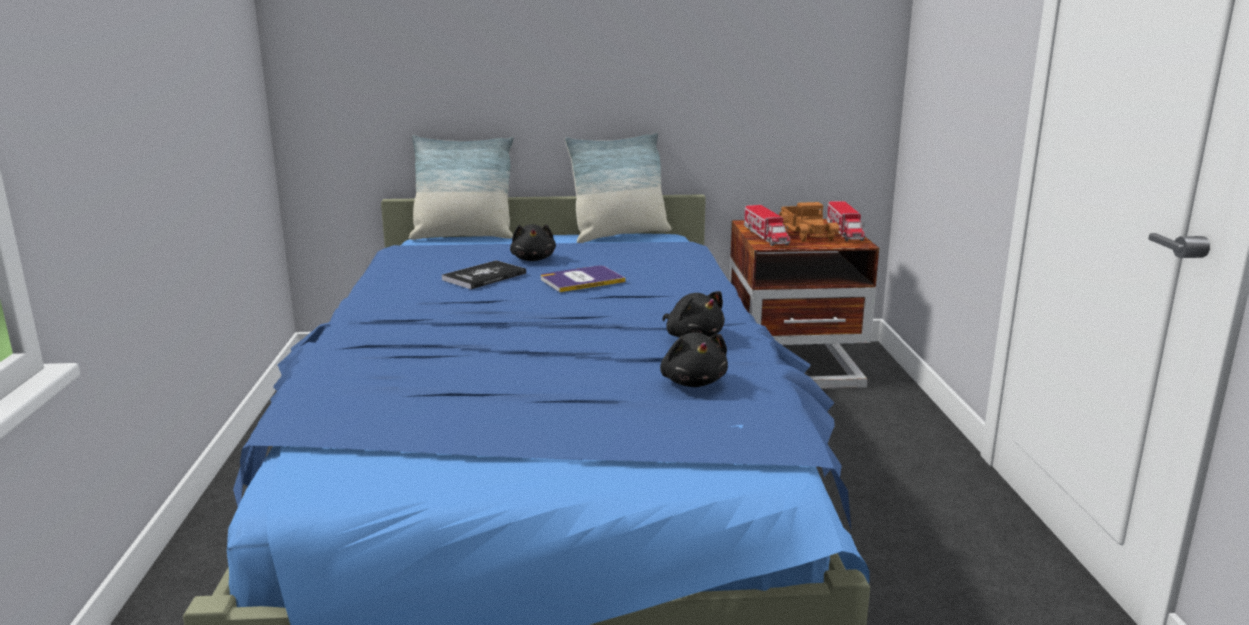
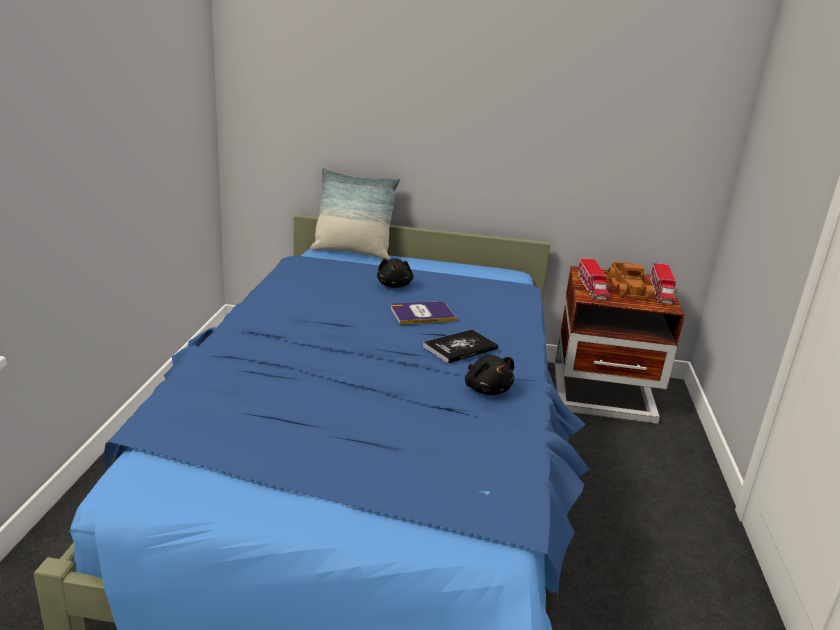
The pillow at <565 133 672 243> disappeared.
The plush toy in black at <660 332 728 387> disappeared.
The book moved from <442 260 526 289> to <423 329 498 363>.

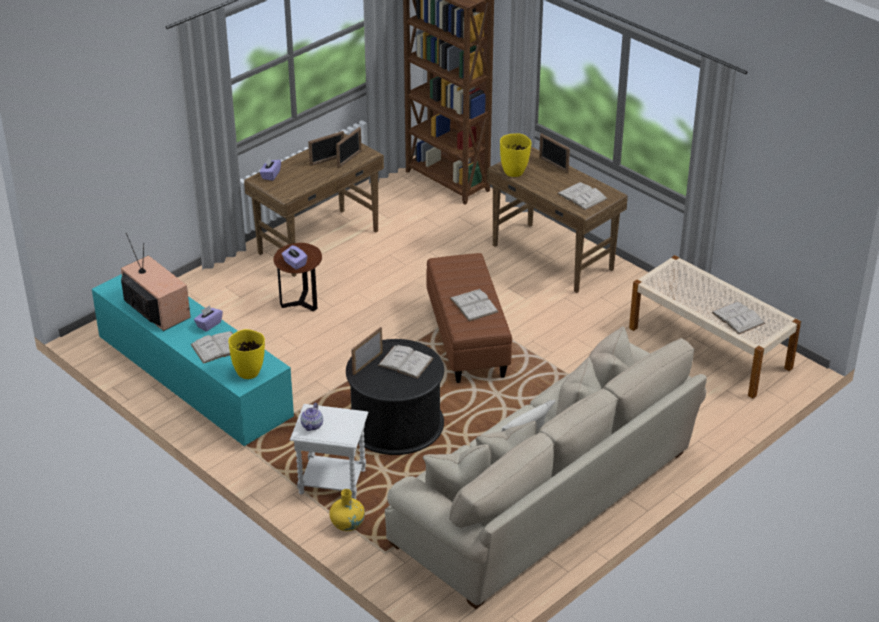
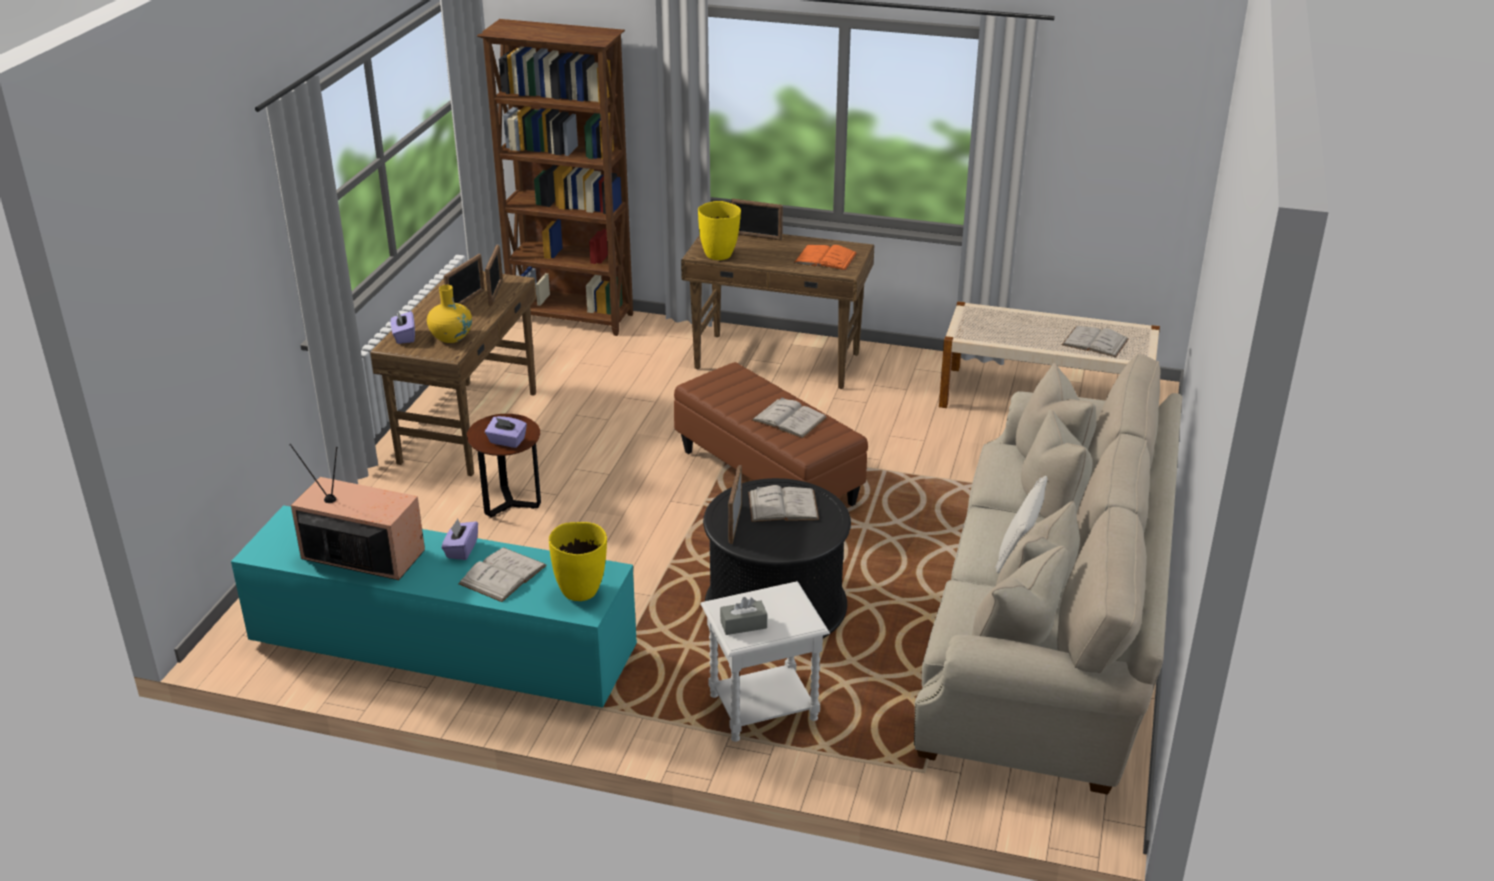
The vase in yellow moved from <330 489 365 531> to <427 285 472 343>.
The teapot at <301 403 323 431> was replaced by the tissue box in grey at <720 597 767 635>.
The book in white at <557 182 607 210> became the book in orange at <794 245 857 271>.

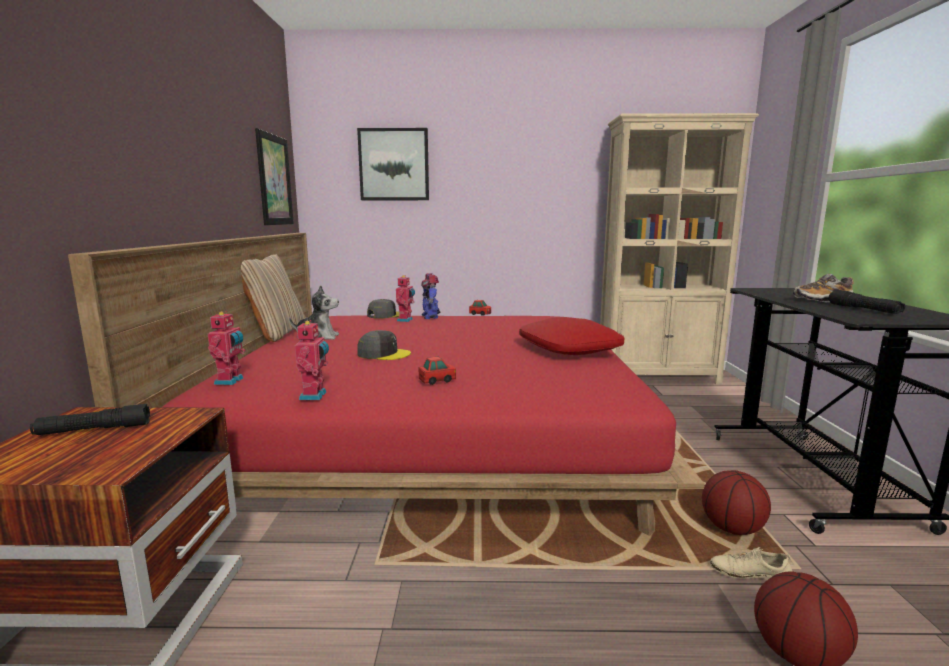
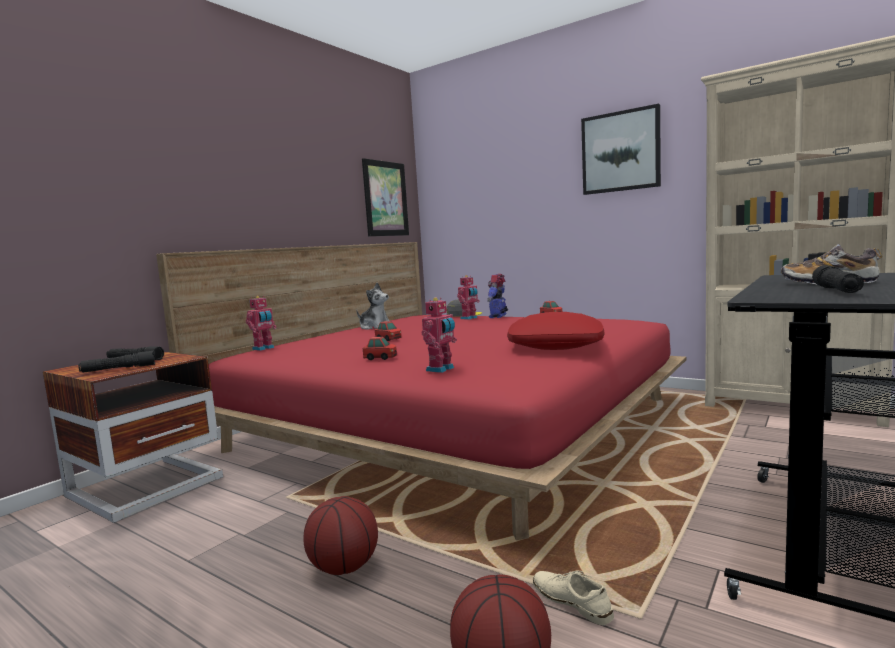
The pillow in beige at <241 254 306 342> disappeared.
The flashlight in black at <78 351 155 373> appeared.
The toy robot moved from <295 320 329 400> to <422 297 457 373>.
The picture moved from <357 128 429 200> to <581 104 661 195>.
The basketball moved from <702 470 771 535> to <303 496 378 575>.
The cap in grey at <357 330 411 360> was replaced by the toy car at <375 321 402 341>.

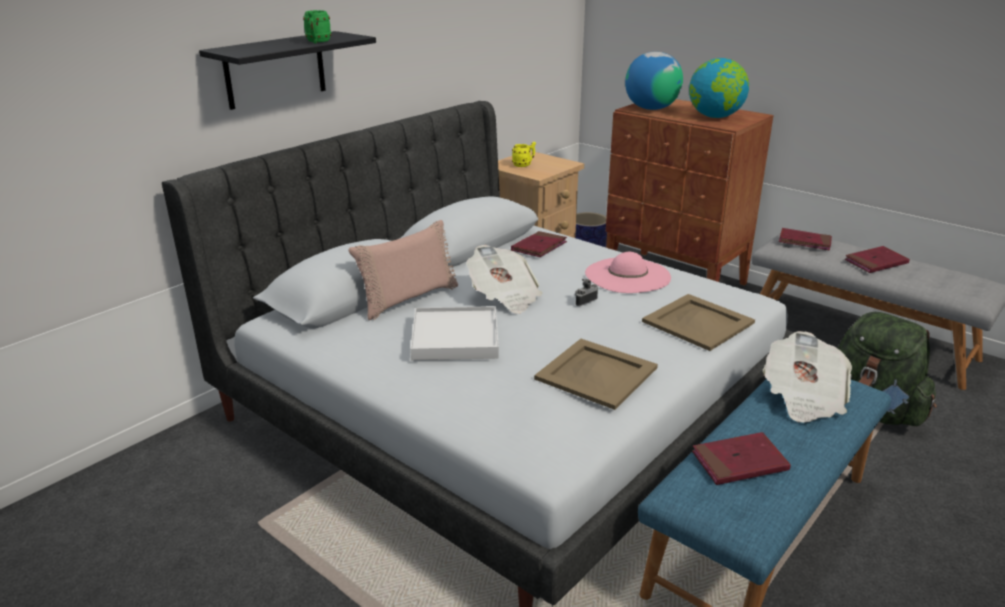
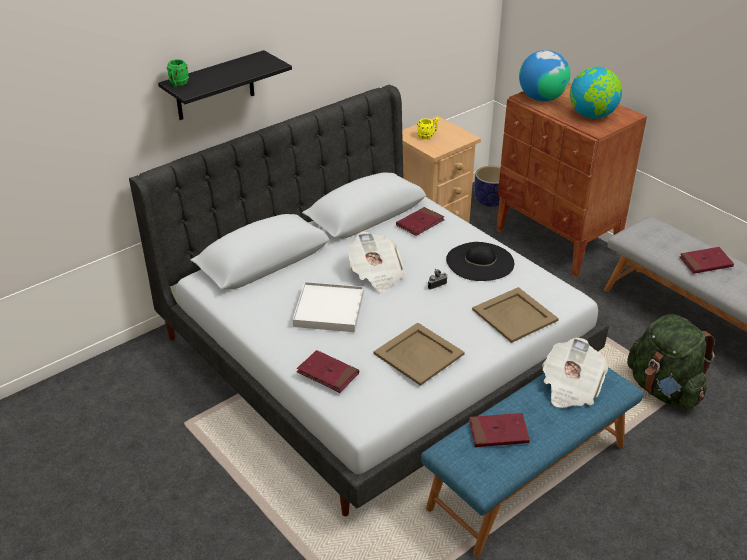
The pillow in beige at <348 220 458 320> disappeared.
The mug in green moved from <303 10 331 44> to <167 59 189 88>.
The book in red moved from <779 228 832 251> to <297 350 359 393>.
The hat in pink at <585 252 671 293> became the hat in black at <446 242 514 281>.

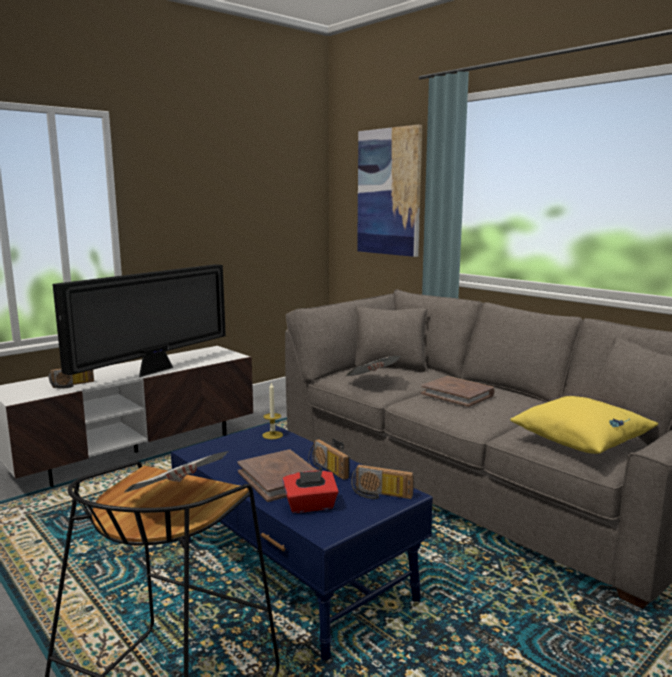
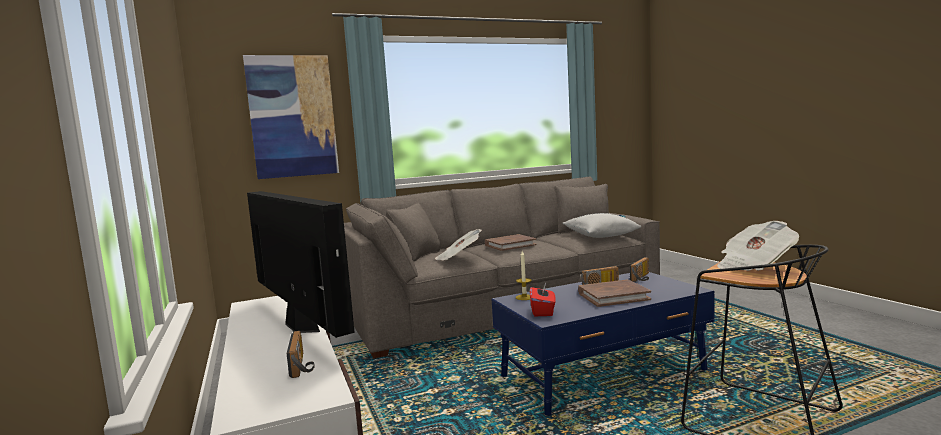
The tissue box in red moved from <282 471 339 513> to <530 282 556 316>.
The pillow in yellow at <510 396 658 454> became the pillow in grey at <563 213 641 238>.

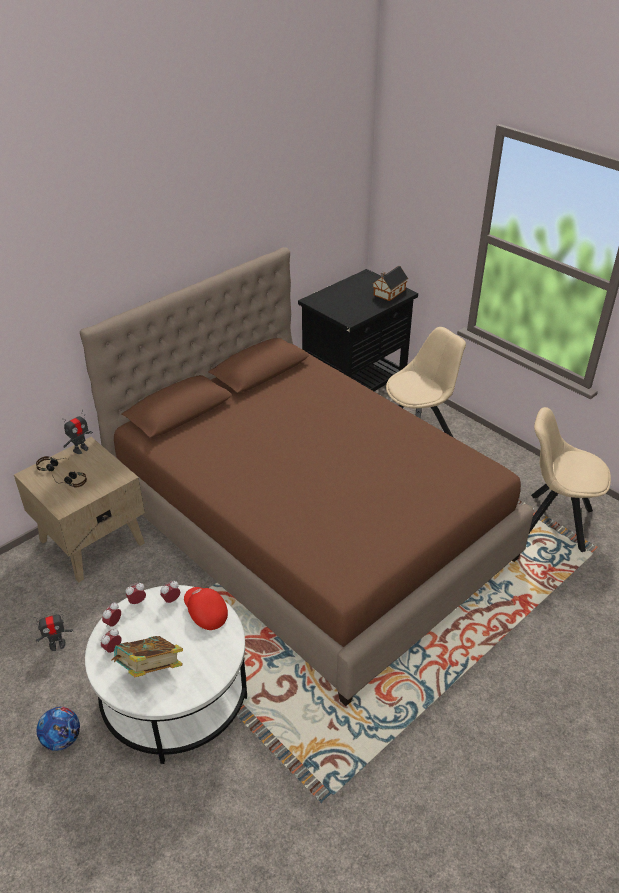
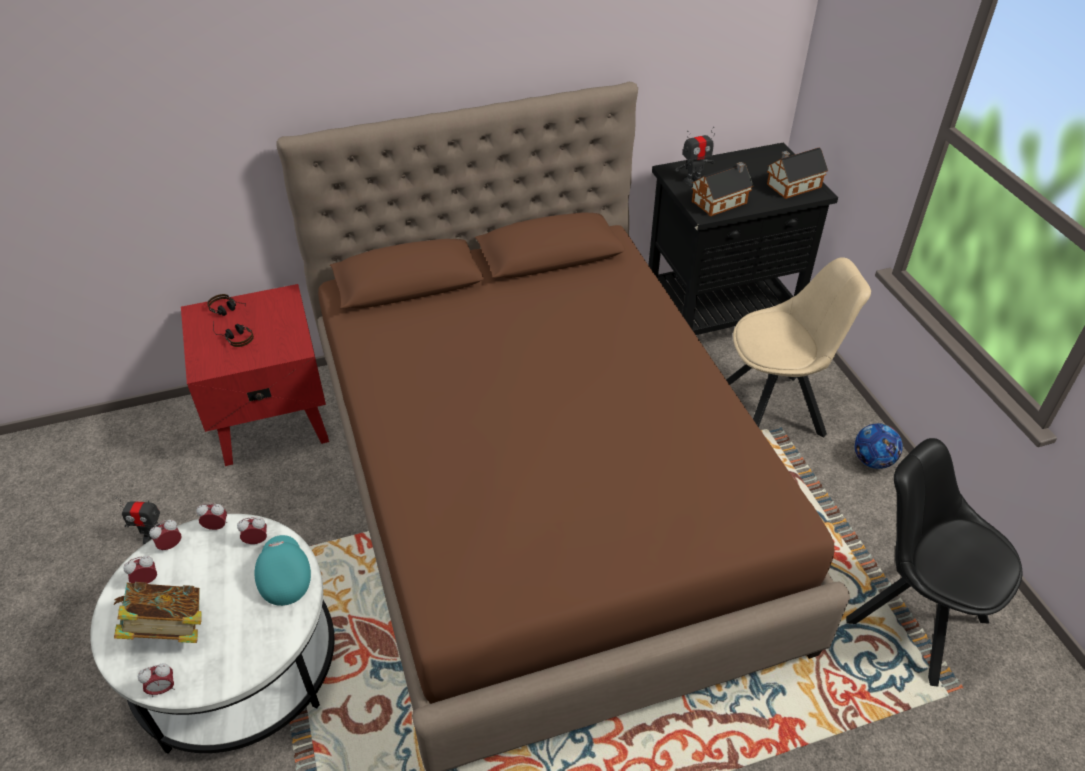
The alarm clock at <138 663 175 697> appeared.
The toy house at <692 162 754 217> appeared.
The football moved from <37 707 80 751> to <854 423 903 469>.
The toy robot moved from <63 410 93 454> to <675 127 715 186>.
The nightstand in beige at <14 437 145 582> became the nightstand in red at <181 284 329 466>.
The cap in red at <184 587 228 630> became the cap in turquoise at <254 535 311 606>.
The chair in beige at <529 407 611 552> became the chair in black at <846 438 1022 687>.

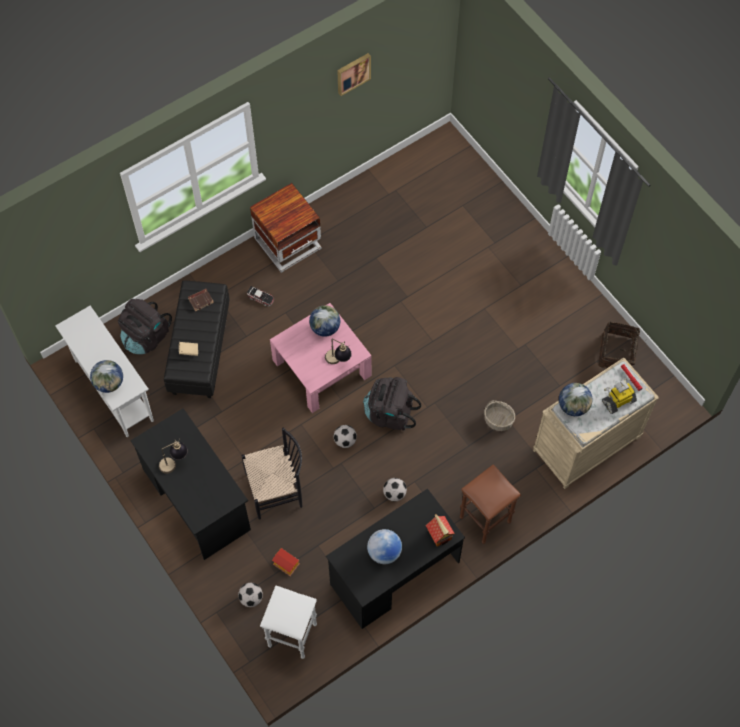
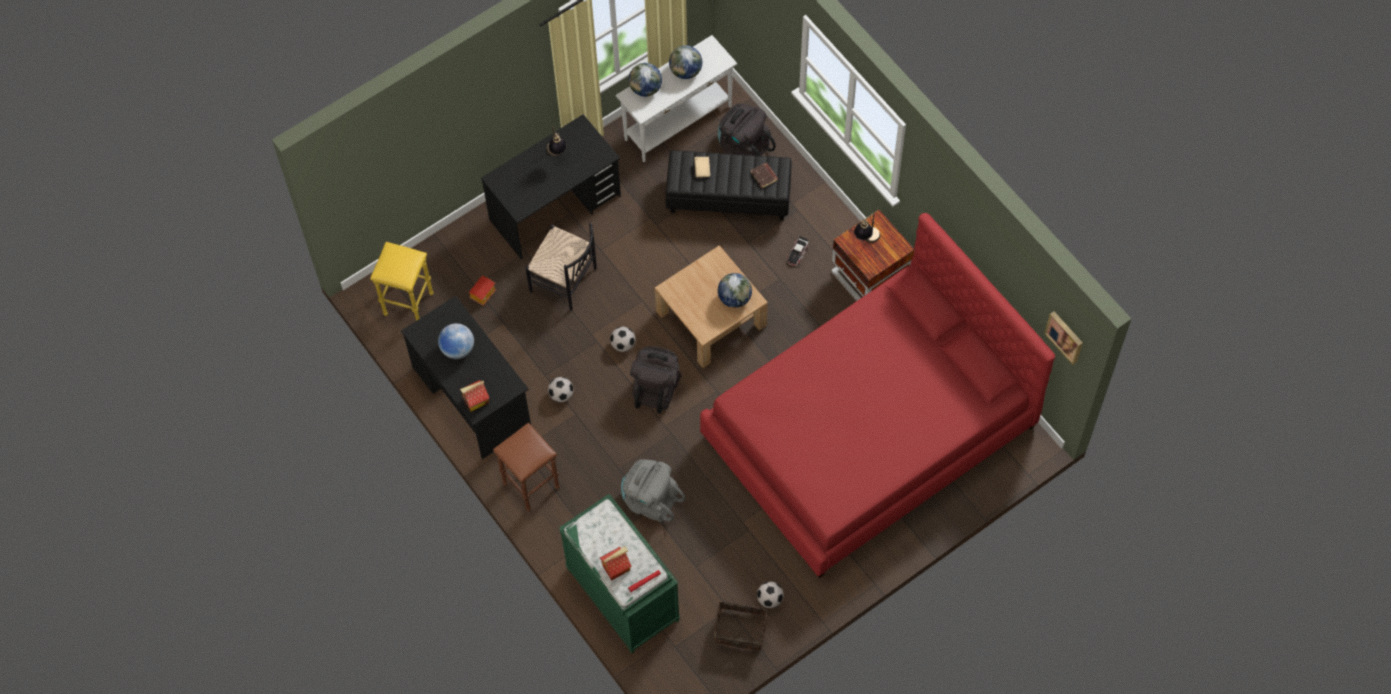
The bed in red at <700 213 1055 578> appeared.
The football moved from <238 583 263 607> to <757 581 784 608>.
The table lamp moved from <325 339 352 364> to <854 213 880 243>.
The picture moved from <337 53 371 96> to <1044 311 1083 365>.
The globe moved from <559 383 593 416> to <669 45 702 79>.
The basket at <484 400 515 431> was replaced by the backpack in grey at <621 459 685 522>.
The toy robot at <602 378 637 414> was replaced by the toy house at <600 546 632 580>.
The stool in white at <260 586 317 659> became the stool in yellow at <370 242 434 321>.
The coffee table in pink at <270 303 371 413> became the coffee table in brown at <655 245 768 368>.
The dresser in beige at <533 358 659 489> became the dresser in green at <559 494 680 653>.
The chair in black at <242 428 302 520> turned 45 degrees counterclockwise.

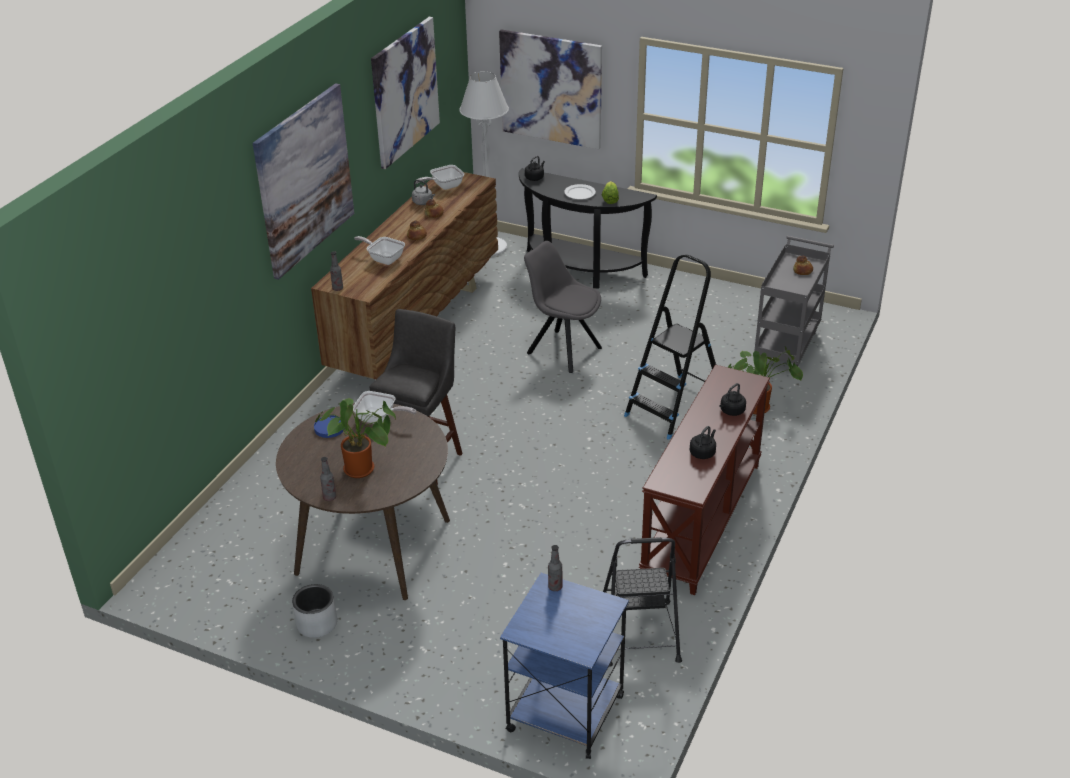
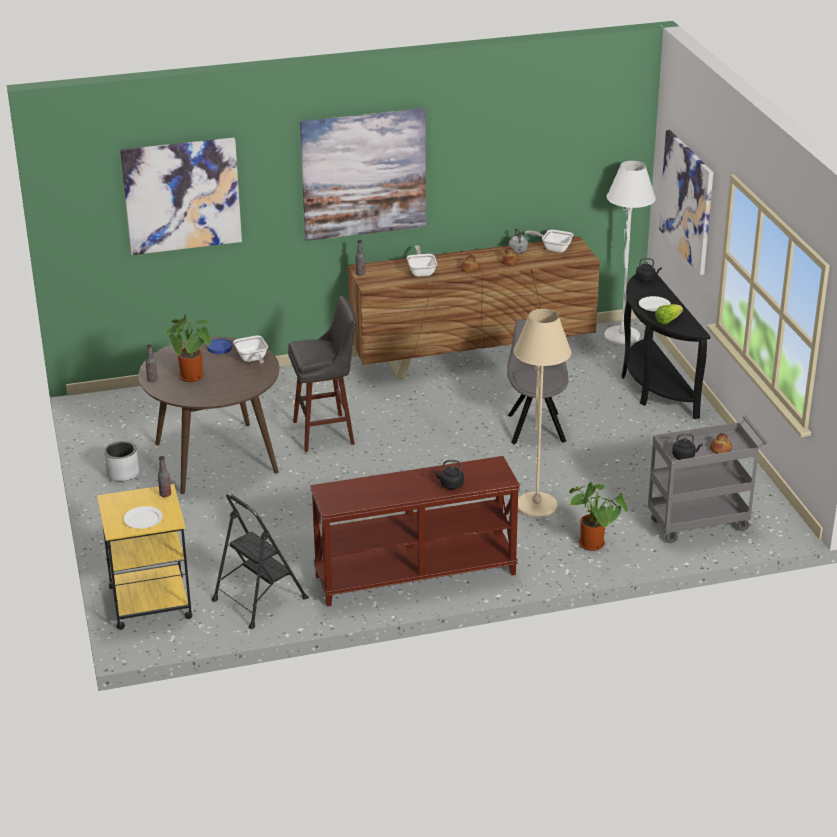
The plate in white at <124 506 163 529> appeared.
The picture moved from <371 17 440 169> to <120 138 242 255>.
The kettle in black moved from <690 426 716 459> to <672 433 703 460>.
The step ladder in black at <624 255 716 440> was replaced by the floor lamp in beige at <514 309 571 517>.
The cart in blue at <500 573 629 759> became the cart in yellow at <97 484 193 630>.

